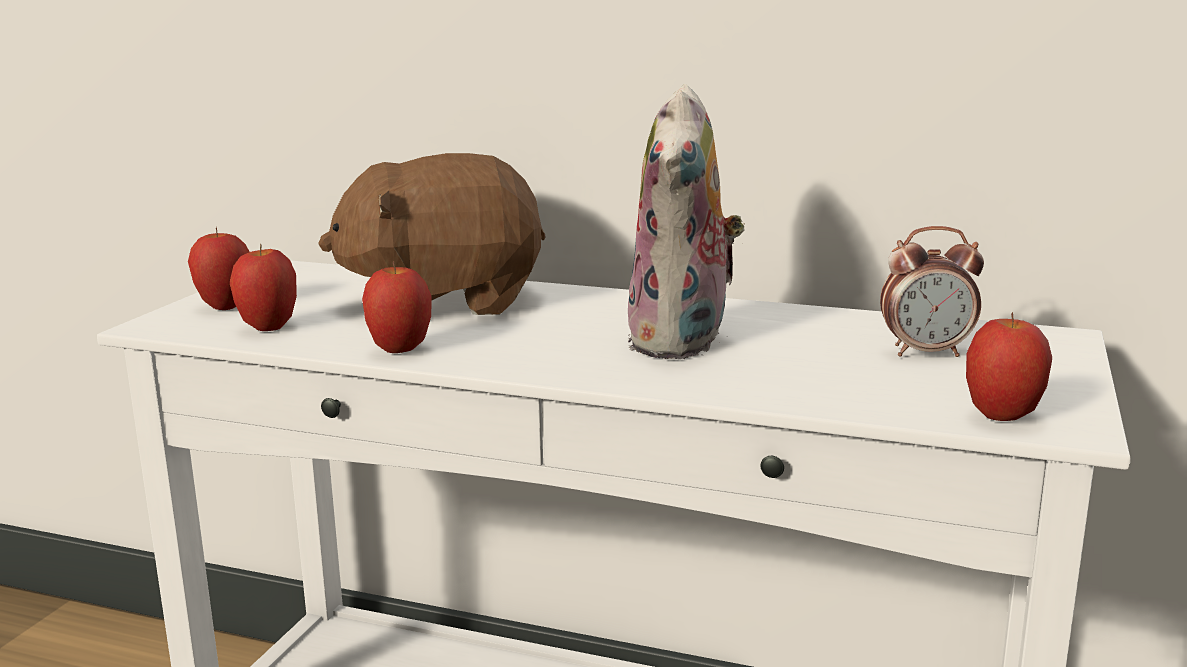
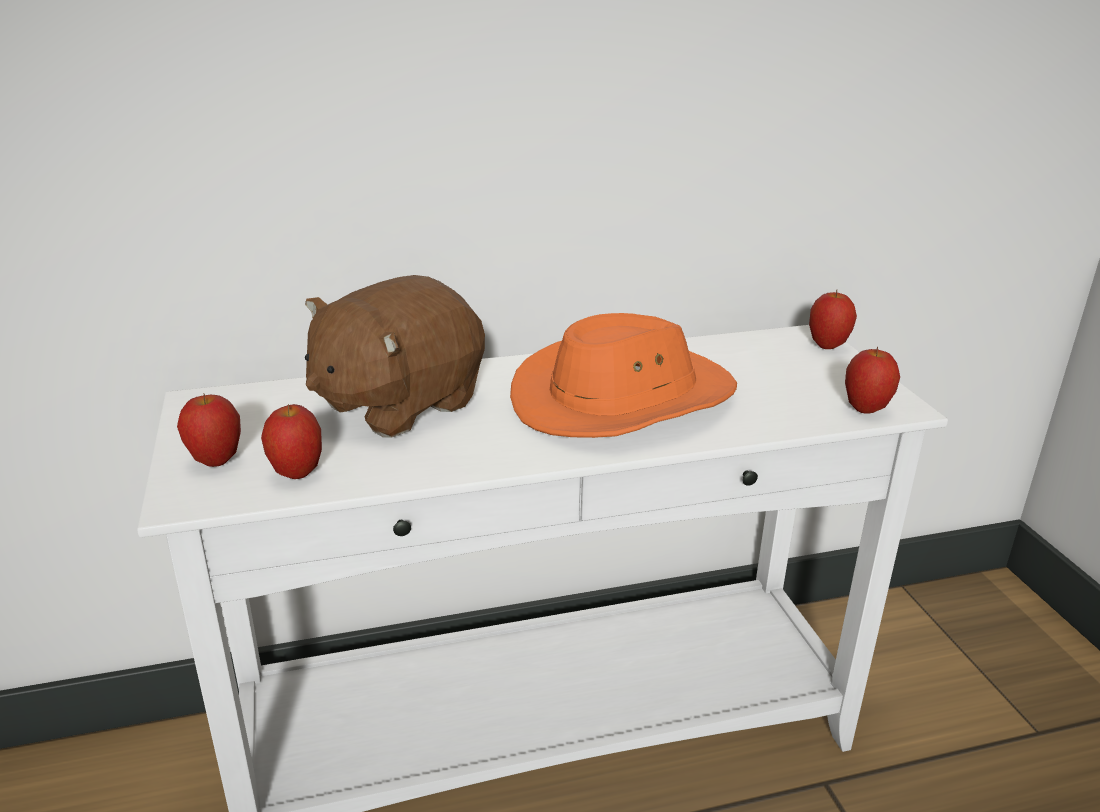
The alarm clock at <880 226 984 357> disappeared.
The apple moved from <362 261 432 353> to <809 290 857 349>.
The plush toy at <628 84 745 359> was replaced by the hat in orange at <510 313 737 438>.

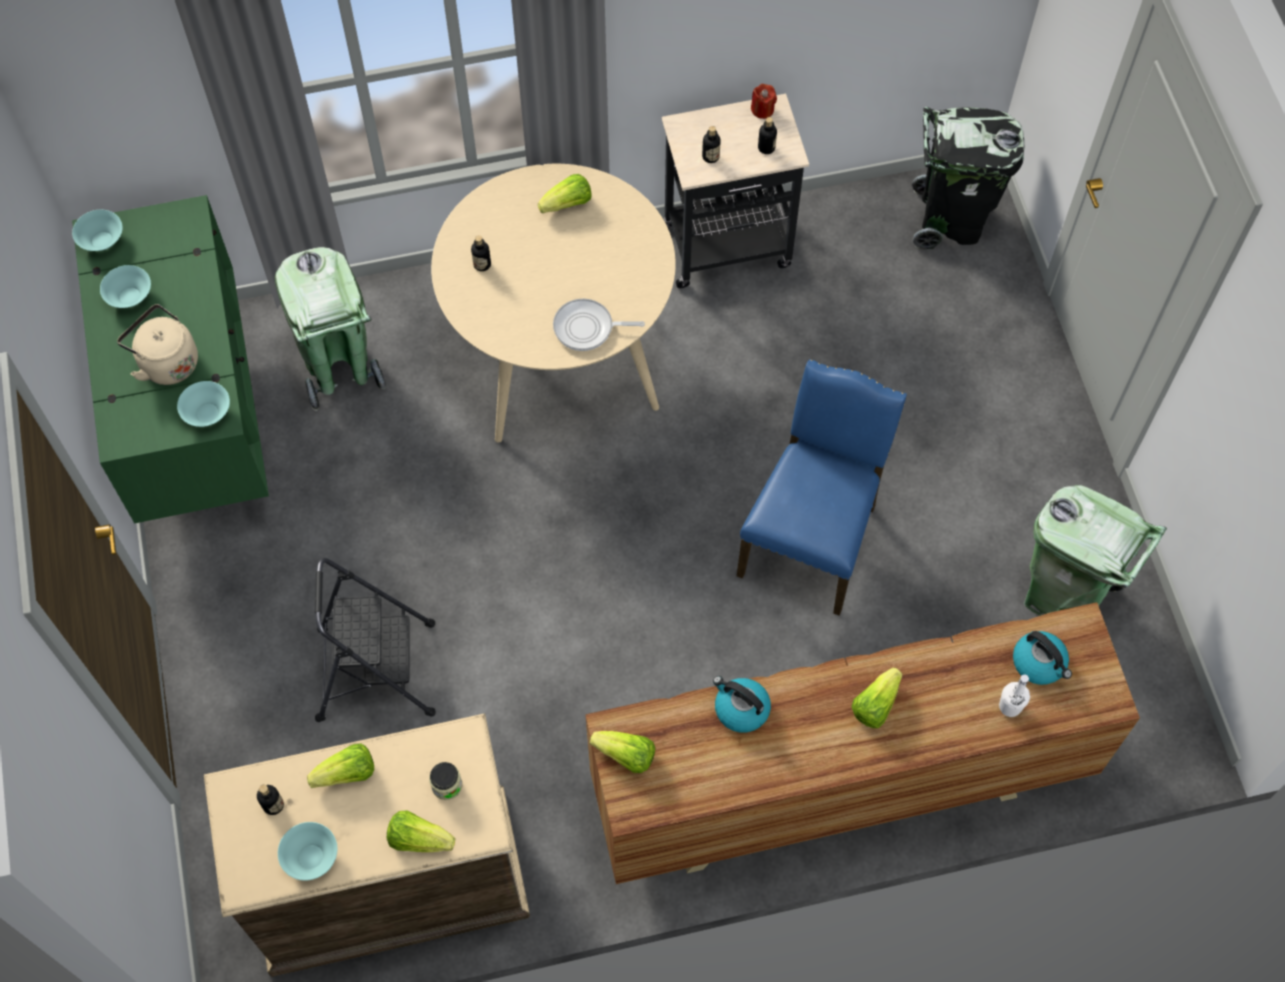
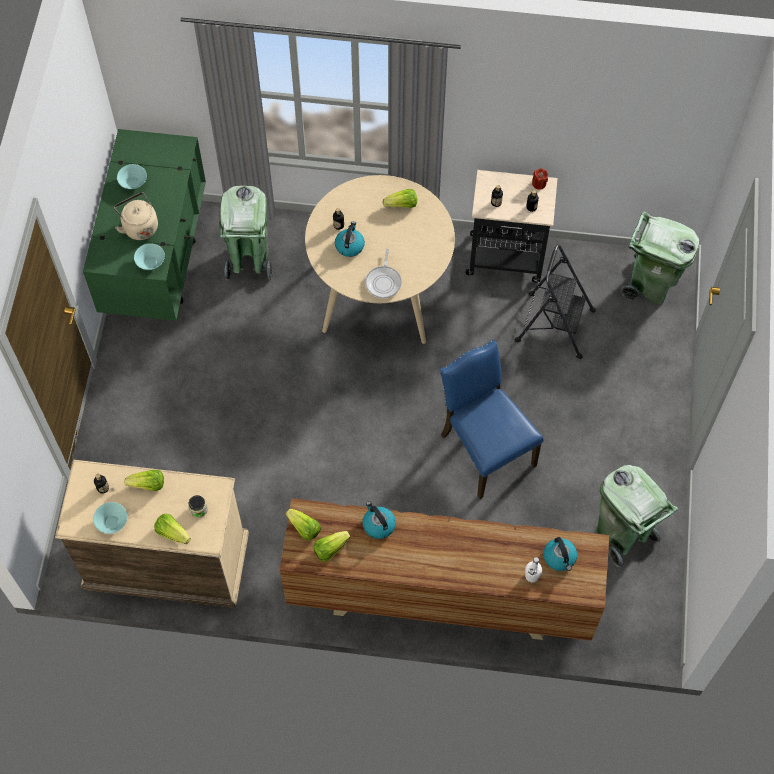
The bowl in turquoise at <72 210 123 251> disappeared.
The kettle at <335 221 365 257> appeared.
The step ladder in black moved from <315 558 436 722> to <515 244 596 359>.
The lettuce moved from <852 668 902 728> to <313 531 350 562>.
The trash can in black at <912 107 1024 250> became the trash can in green at <620 211 699 305>.
The frying pan at <553 299 645 351> turned 105 degrees counterclockwise.
The chair in blue at <737 359 907 616> turned 75 degrees counterclockwise.

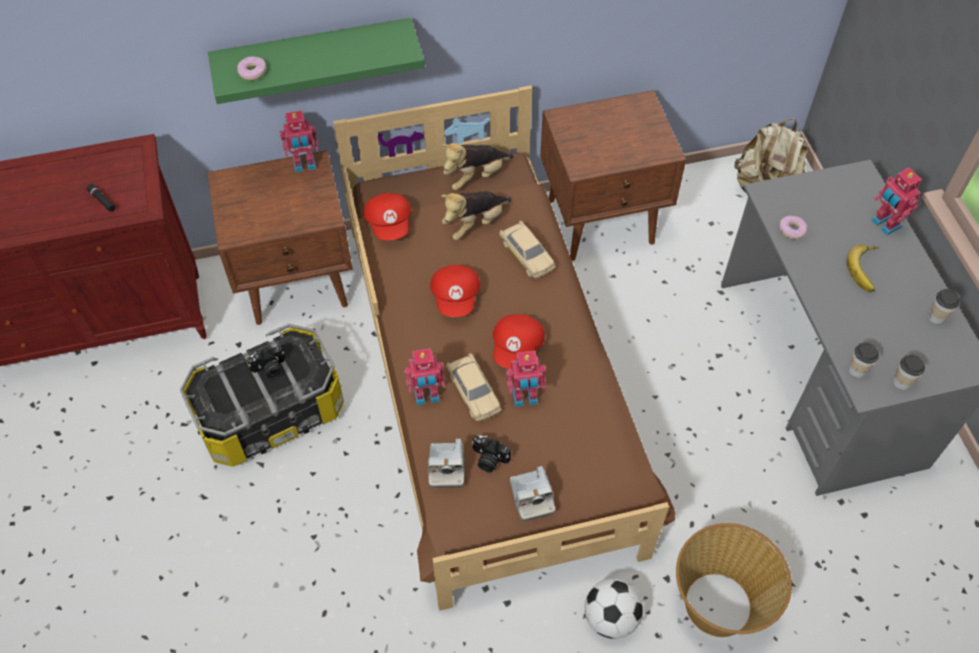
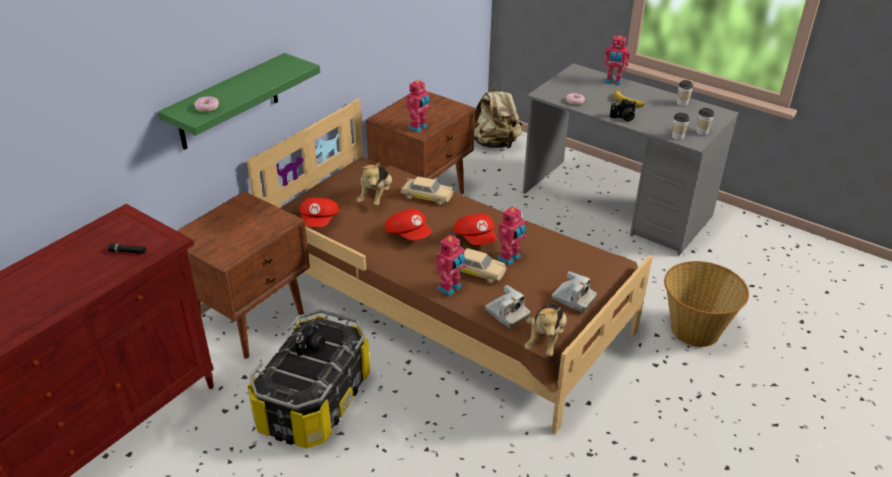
The football at <585 578 643 639> disappeared.
The toy robot moved from <280 111 318 173> to <406 79 431 132>.
The plush toy moved from <442 143 514 190> to <525 303 567 357>.
The photo camera moved from <471 435 511 473> to <610 99 637 121>.
The cap in red at <363 193 411 240> turned 60 degrees clockwise.

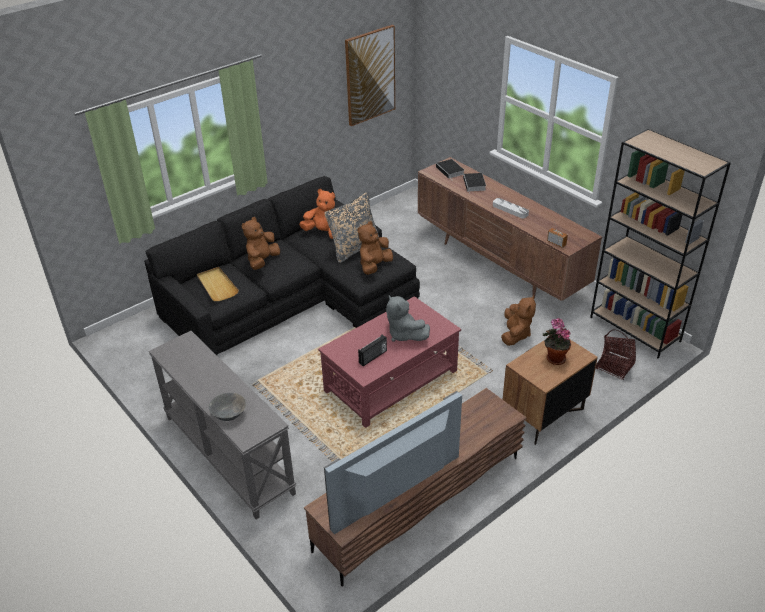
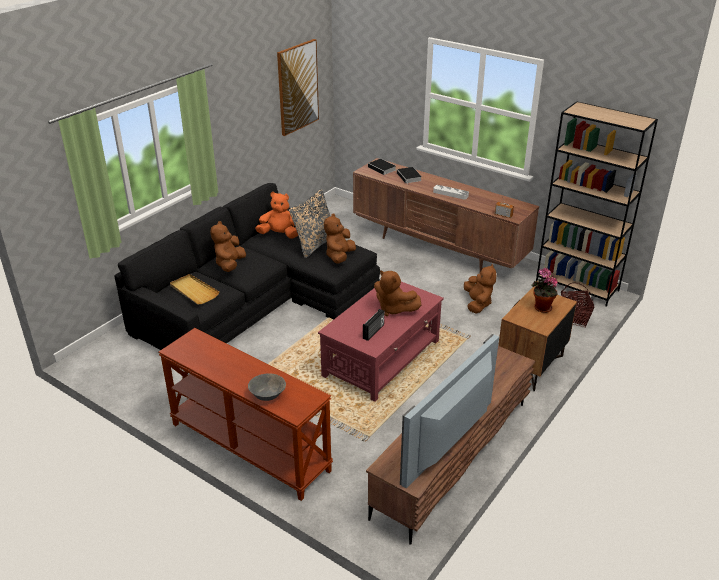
The console table in grey at <148 331 297 519> became the console table in brown at <158 328 333 501>.
The plush toy in grey at <386 295 430 342> became the plush toy in brown at <374 270 422 316>.

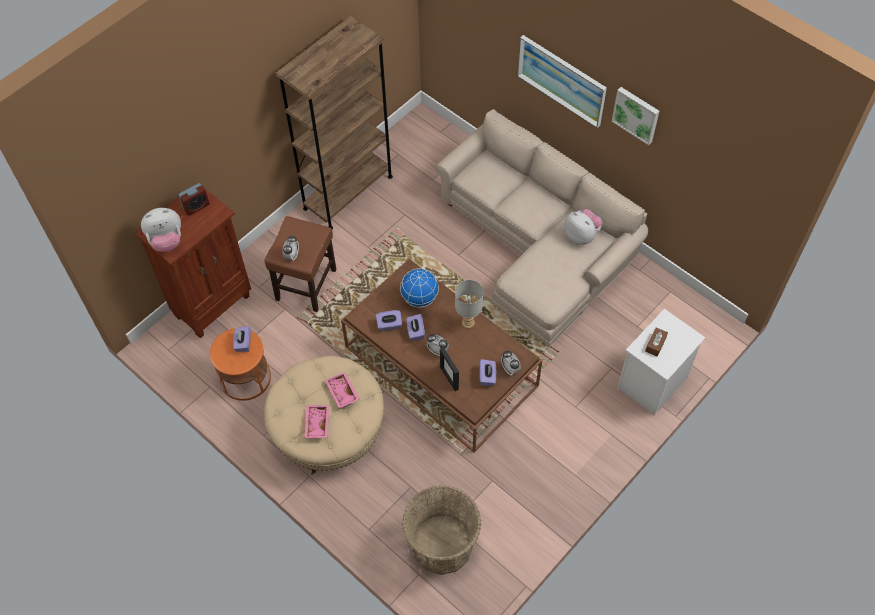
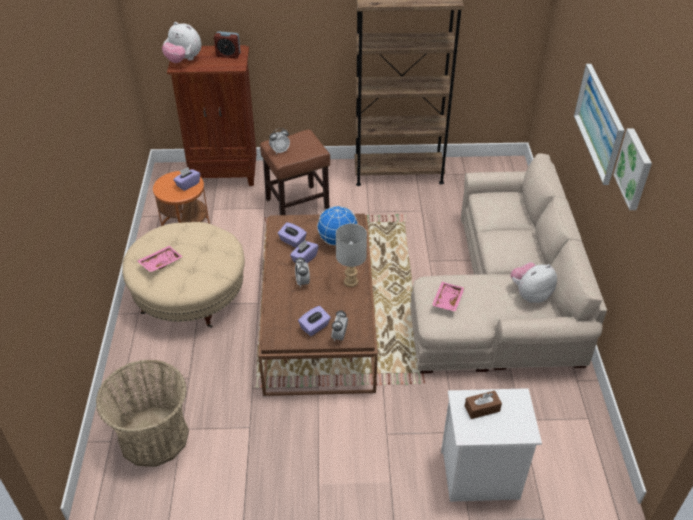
The picture frame at <440 347 459 391> disappeared.
The tray in pink moved from <325 372 360 408> to <432 282 465 312>.
The plush toy at <564 209 603 245> turned 120 degrees counterclockwise.

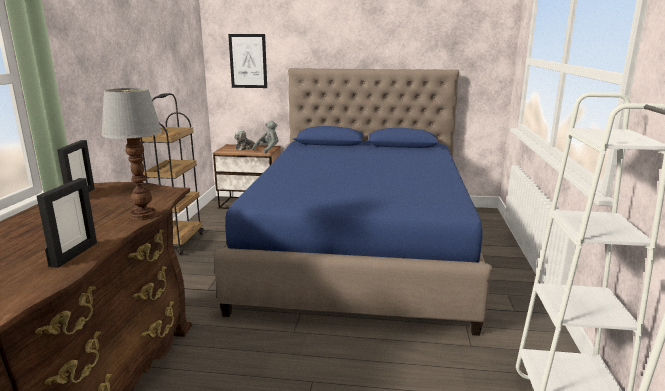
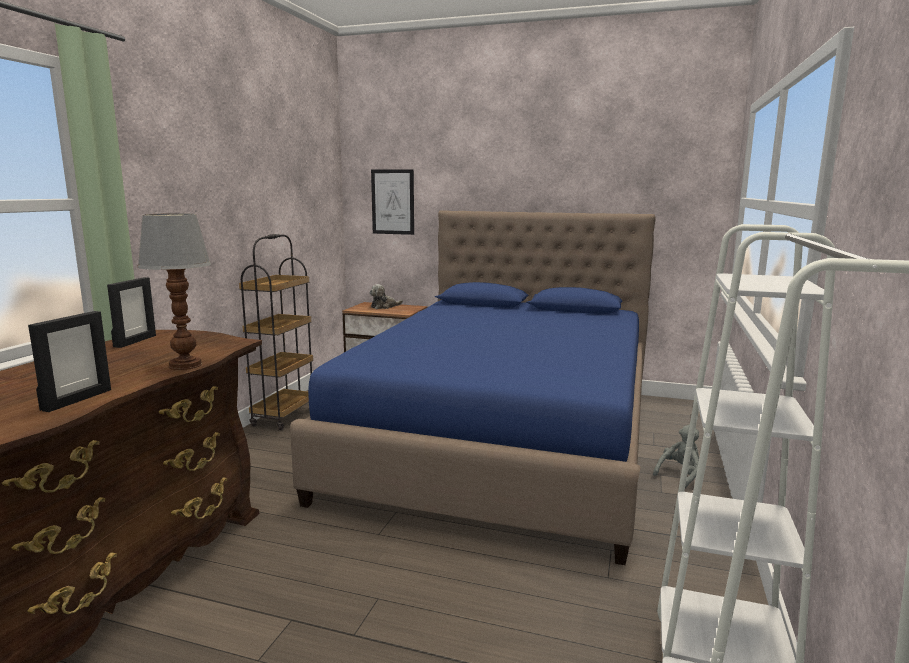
The plush toy in grey moved from <252 121 278 154> to <653 425 699 489>.

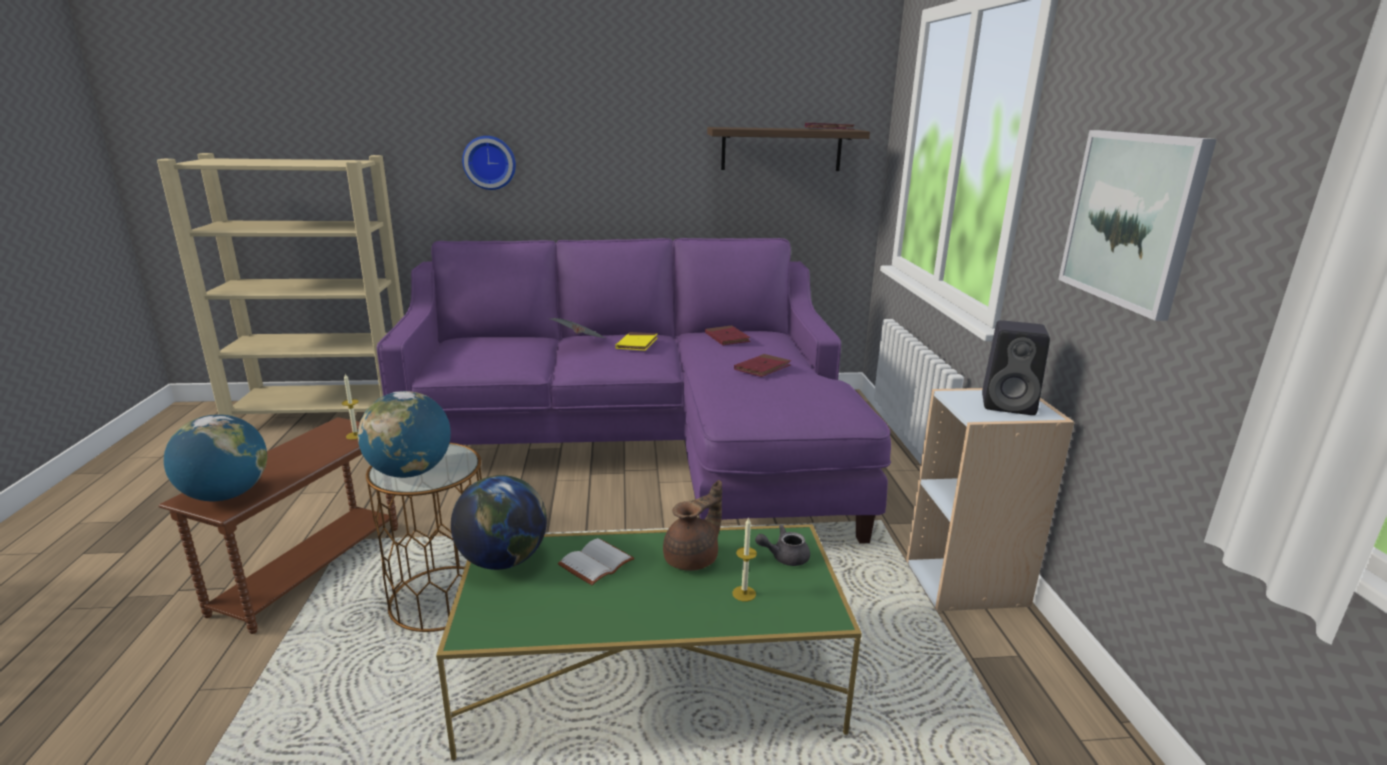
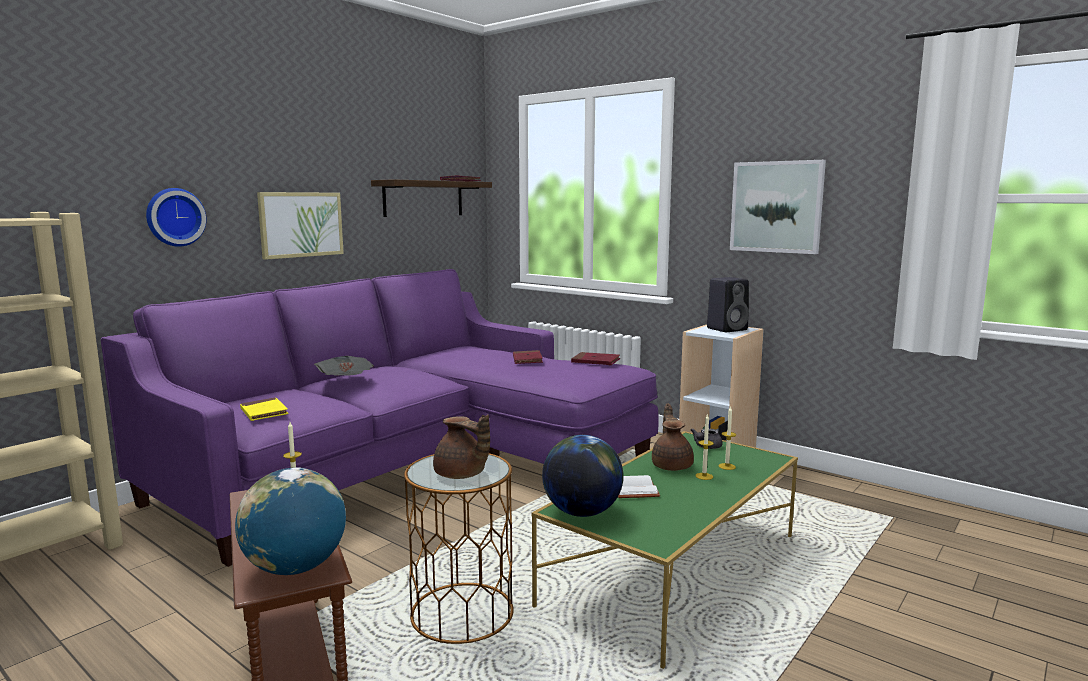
The picture at <257 192 344 260> appeared.
The candle at <695 414 714 480> appeared.
The book in yellow moved from <615 332 658 351> to <240 398 289 421>.
The book in red moved from <705 326 750 345> to <571 352 620 365>.
The globe at <357 391 451 478> was replaced by the teapot in brown at <433 414 490 479>.

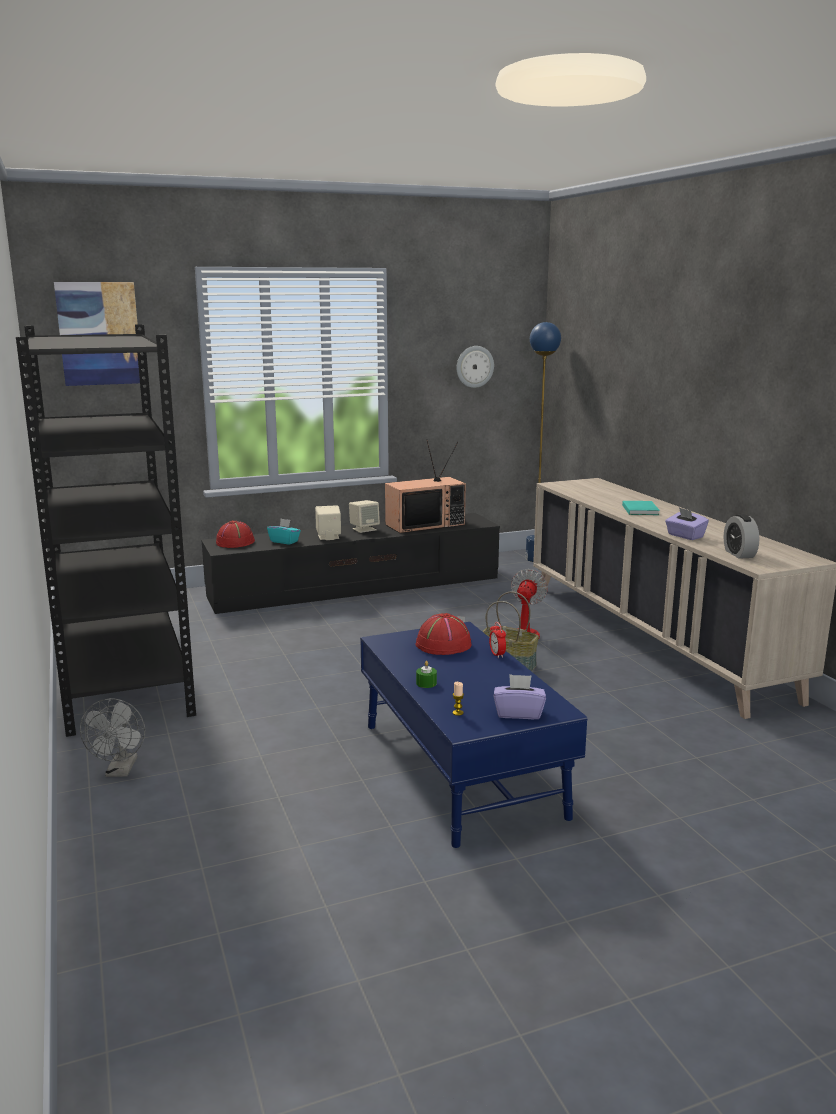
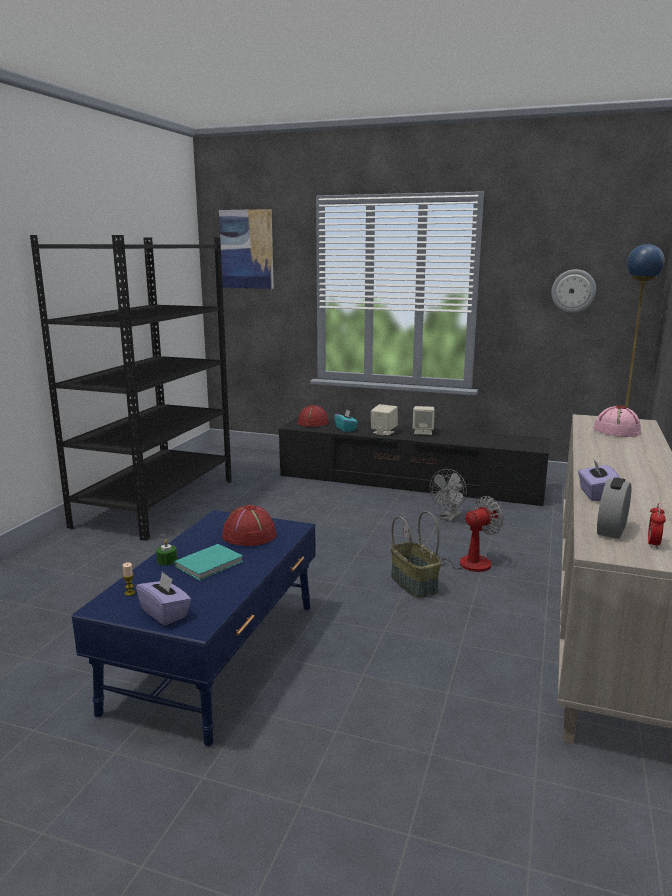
The television at <385 439 466 533> disappeared.
The hat in pink at <593 405 641 437> appeared.
The fan in grey moved from <80 698 145 777> to <429 469 467 522>.
The alarm clock moved from <489 622 506 658> to <648 503 666 549>.
The book in turquoise moved from <622 501 660 515> to <175 544 243 581>.

